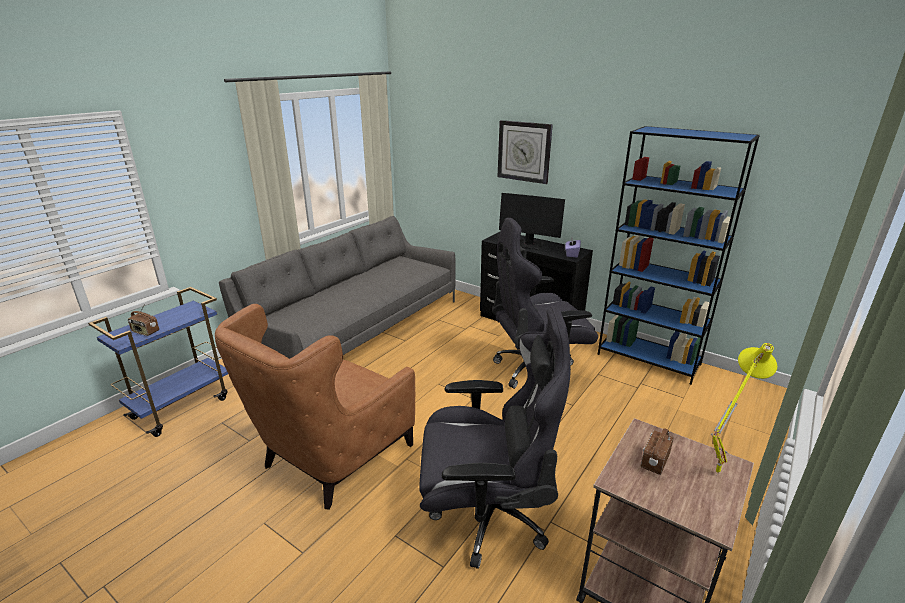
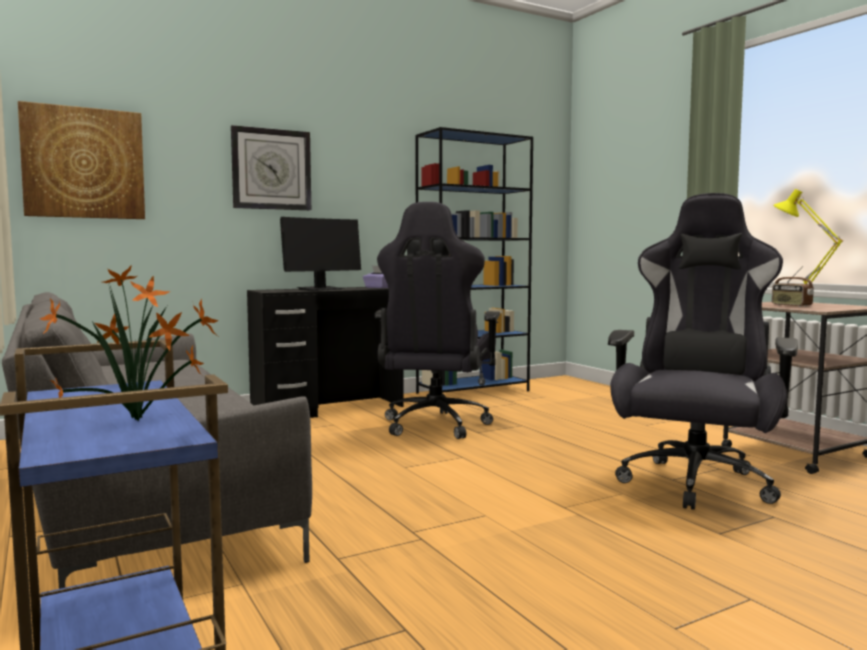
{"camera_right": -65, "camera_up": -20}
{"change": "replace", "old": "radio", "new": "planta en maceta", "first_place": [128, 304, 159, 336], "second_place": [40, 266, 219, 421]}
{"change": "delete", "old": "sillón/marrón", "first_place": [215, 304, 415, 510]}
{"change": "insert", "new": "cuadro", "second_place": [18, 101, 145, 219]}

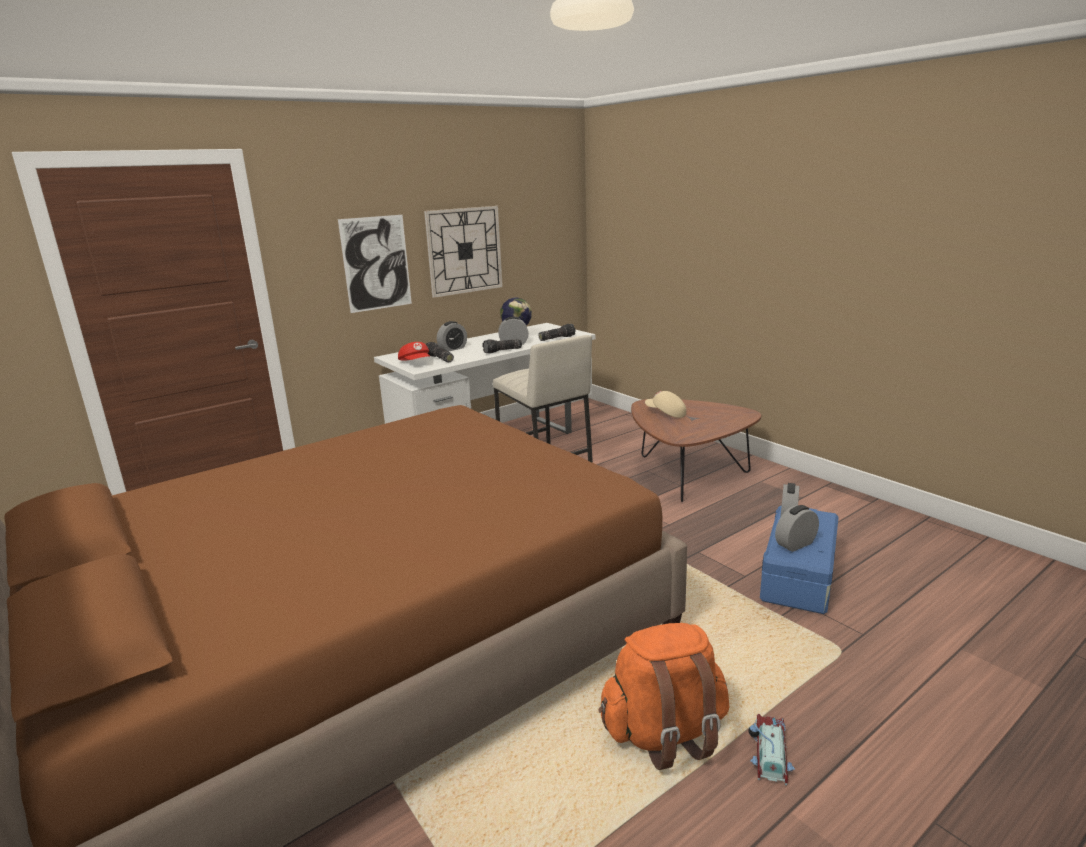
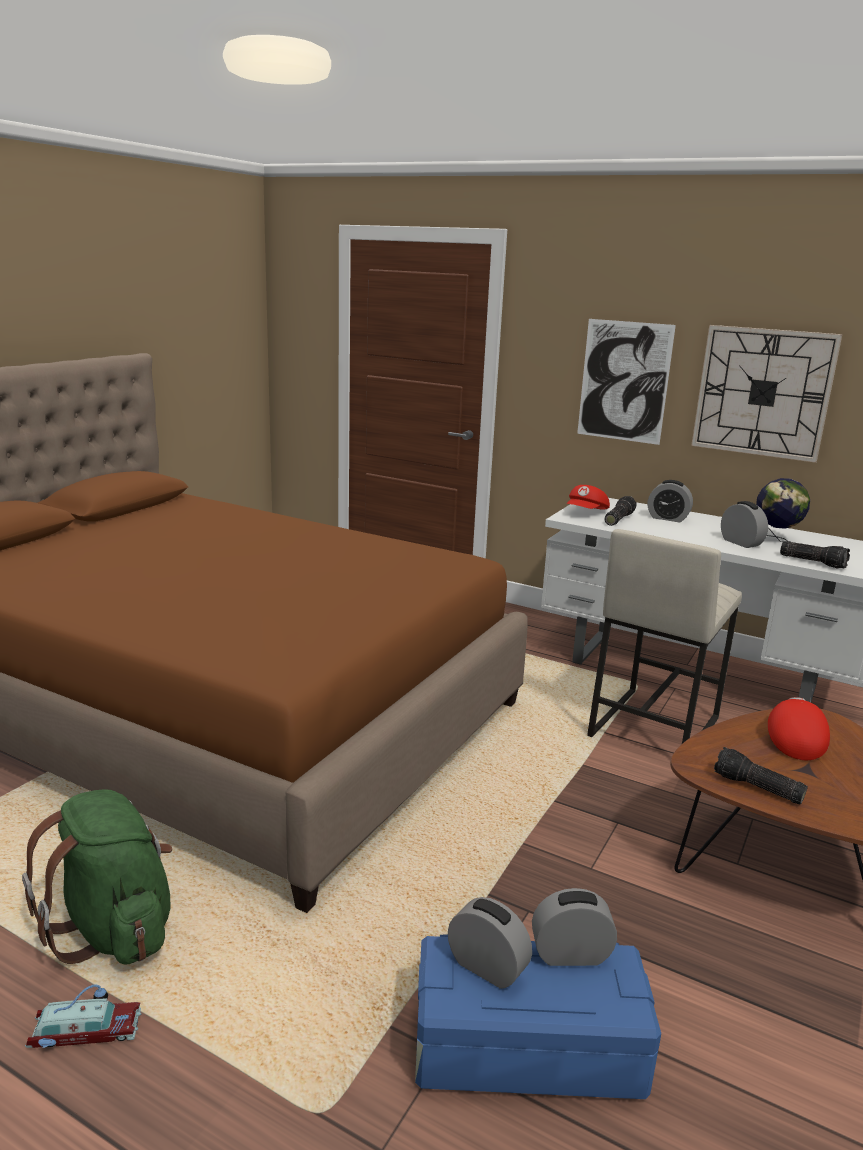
{"camera_right": 65, "camera_up": 0}
{"change": "move", "old": "linterna", "first_place": [482, 339, 522, 354], "second_place": [714, 747, 808, 805]}
{"change": "recolor", "old": "gorra/beis", "new": "gorra/rojo", "first_place": [645, 391, 686, 418], "second_place": [768, 697, 830, 760]}
{"change": "recolor", "old": "mochila/naranja", "new": "mochila/verde", "first_place": [598, 623, 730, 770], "second_place": [22, 789, 172, 964]}

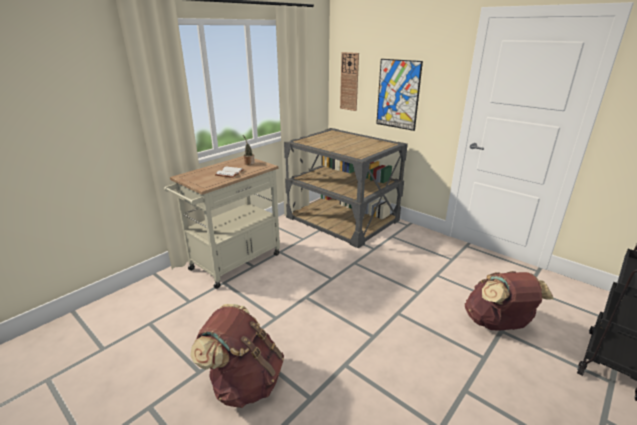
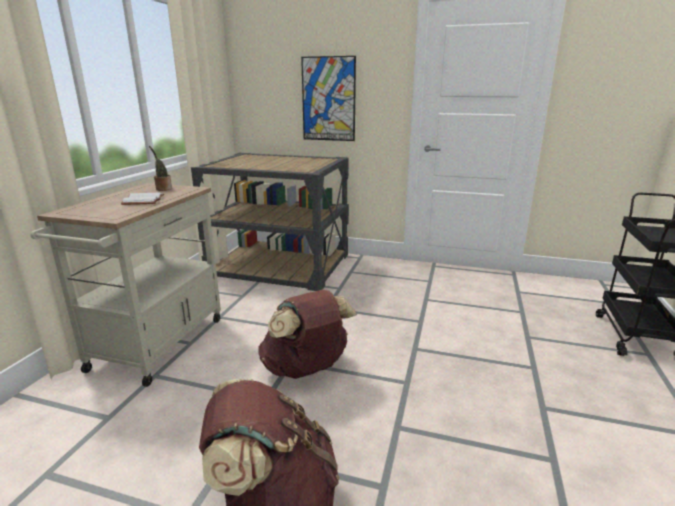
{"camera_right": -25, "camera_up": -5}
{"change": "delete", "old": "reloj de pared", "first_place": [340, 52, 359, 111]}
{"change": "move", "old": "mochila/marrón", "first_place": [465, 271, 554, 330], "second_place": [258, 290, 357, 379]}

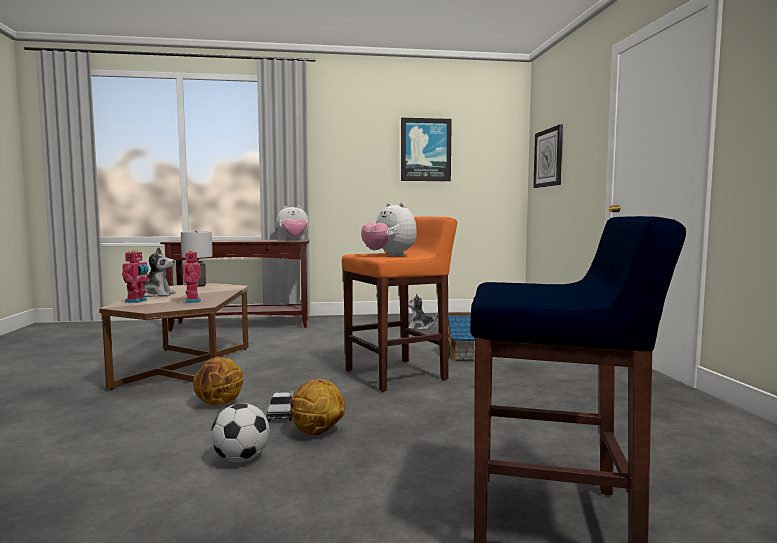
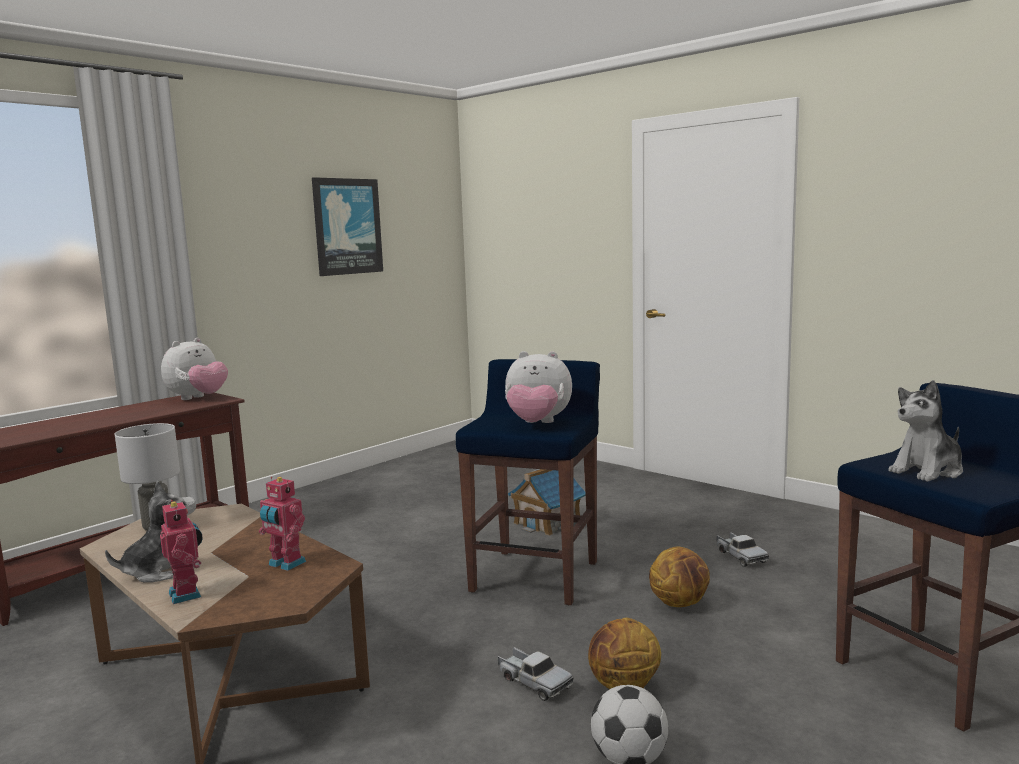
{"camera_right": -40, "camera_up": 5}
{"change": "delete", "old": "reloj de pared", "first_place": [533, 124, 563, 188]}
{"change": "recolor", "old": "taburete/naranja", "new": "taburete/azul", "first_place": [342, 217, 457, 392], "second_place": [456, 359, 600, 605]}
{"change": "move", "old": "peluche", "first_place": [408, 293, 438, 330], "second_place": [888, 380, 963, 482]}
{"change": "move", "old": "balón de baloncesto", "first_place": [193, 357, 244, 405], "second_place": [649, 546, 710, 607]}
{"change": "insert", "new": "camión de juguete", "second_place": [716, 532, 769, 567]}

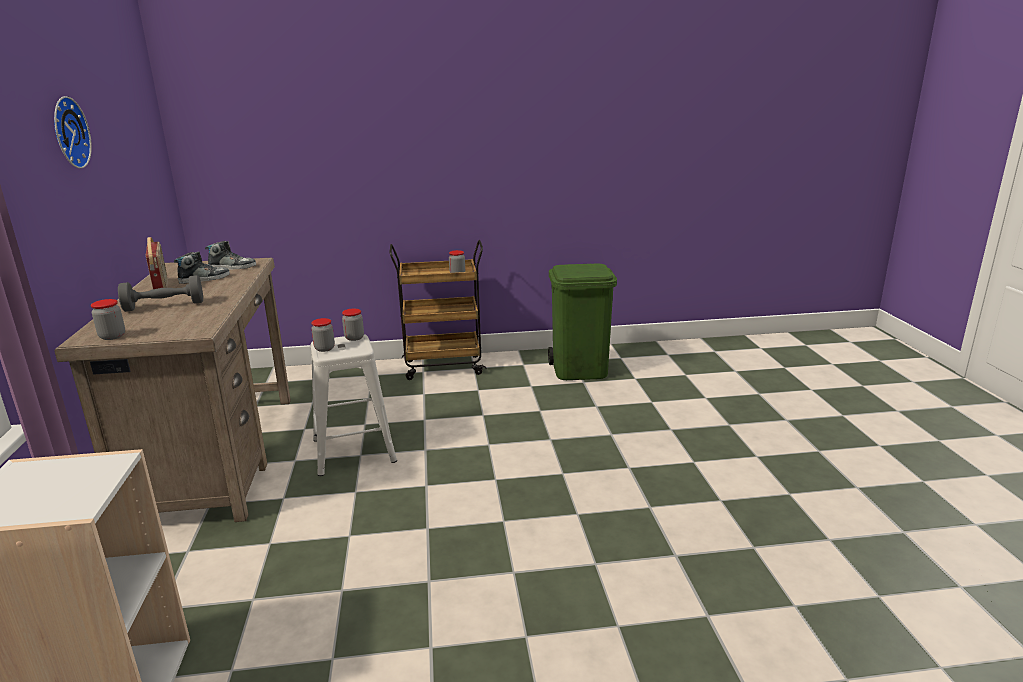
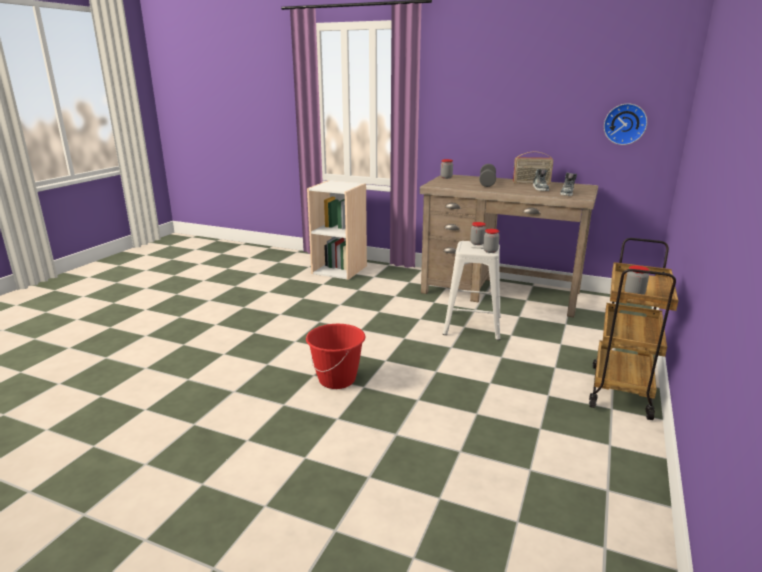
{"camera_right": 120, "camera_up": 0}
{"change": "move", "old": "reloj de pared", "first_place": [54, 96, 92, 168], "second_place": [604, 104, 647, 145]}
{"change": "delete", "old": "papelera/verde", "first_place": [548, 264, 617, 380]}
{"change": "insert", "new": "cubo/rojo", "second_place": [306, 324, 365, 389]}

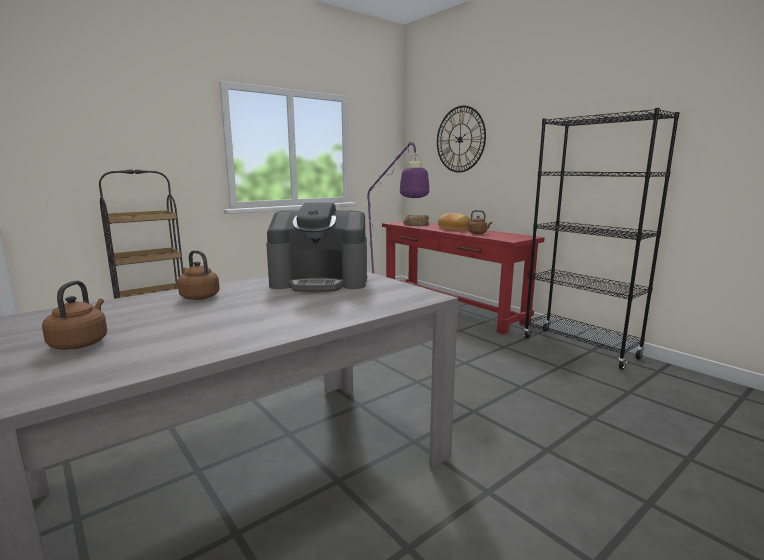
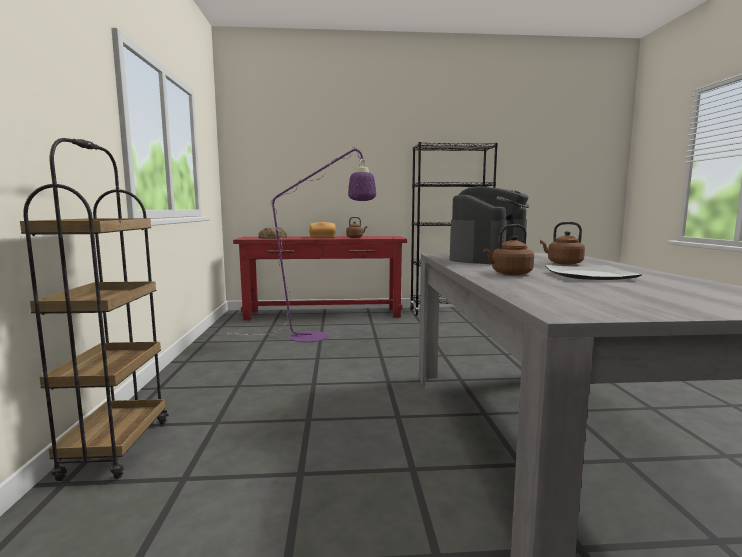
{"camera_right": -55, "camera_up": -5}
{"change": "delete", "old": "reloj de pared", "first_place": [437, 105, 486, 173]}
{"change": "move", "old": "hervidor/marrón", "first_place": [42, 280, 107, 350], "second_place": [540, 222, 585, 265]}
{"change": "insert", "new": "plato", "second_place": [545, 265, 642, 280]}

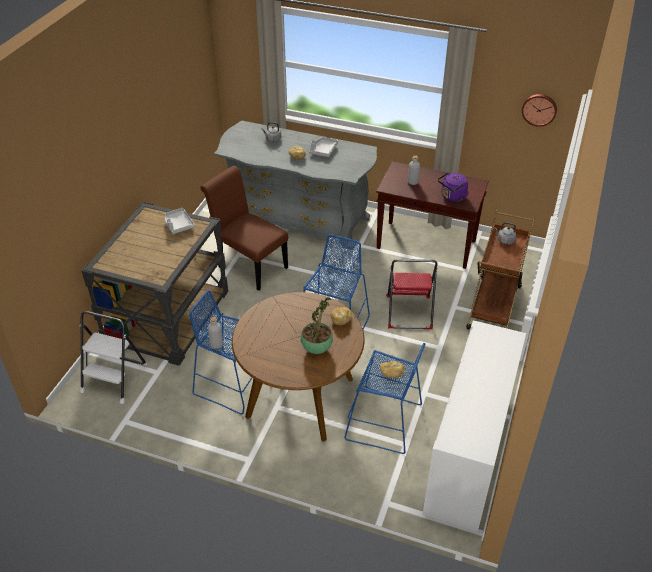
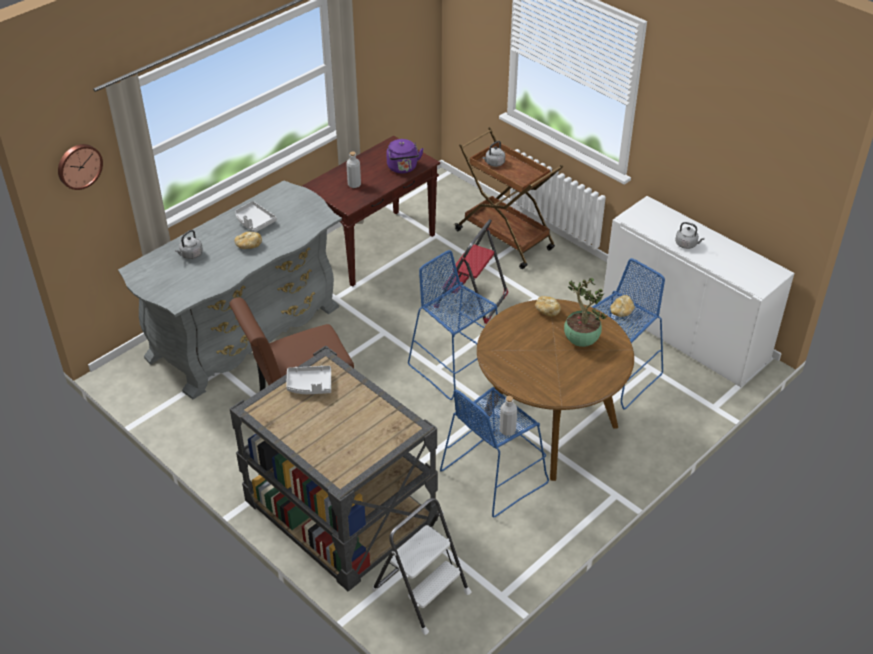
{"camera_right": -65, "camera_up": 0}
{"change": "move", "old": "reloj de pared", "first_place": [522, 94, 557, 127], "second_place": [58, 144, 103, 190]}
{"change": "insert", "new": "hervidor/gris", "second_place": [675, 222, 705, 249]}

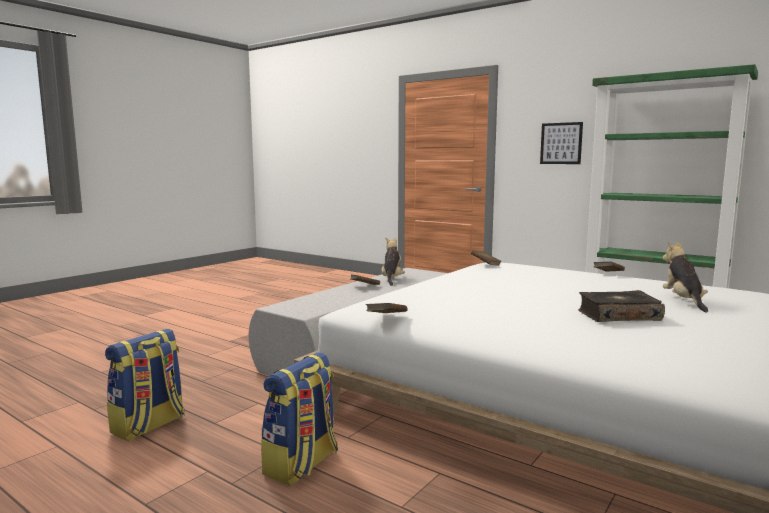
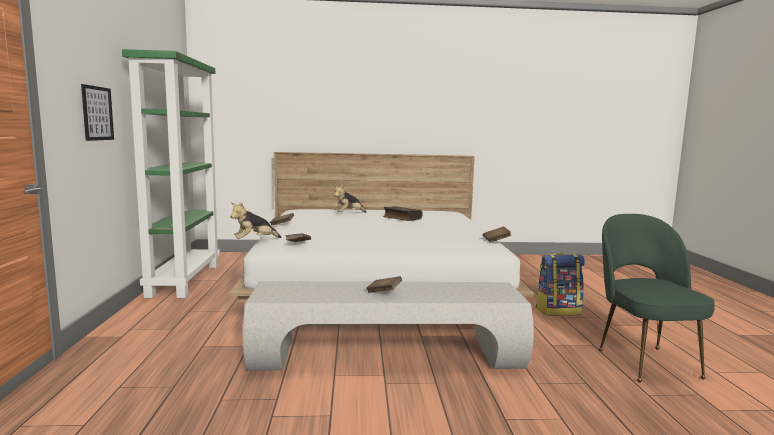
{"camera_right": -130, "camera_up": 0}
{"change": "move", "old": "peluche", "first_place": [381, 237, 405, 286], "second_place": [230, 202, 281, 239]}
{"change": "replace", "old": "mochila", "new": "silla/verde", "first_place": [105, 329, 184, 441], "second_place": [599, 214, 715, 382]}

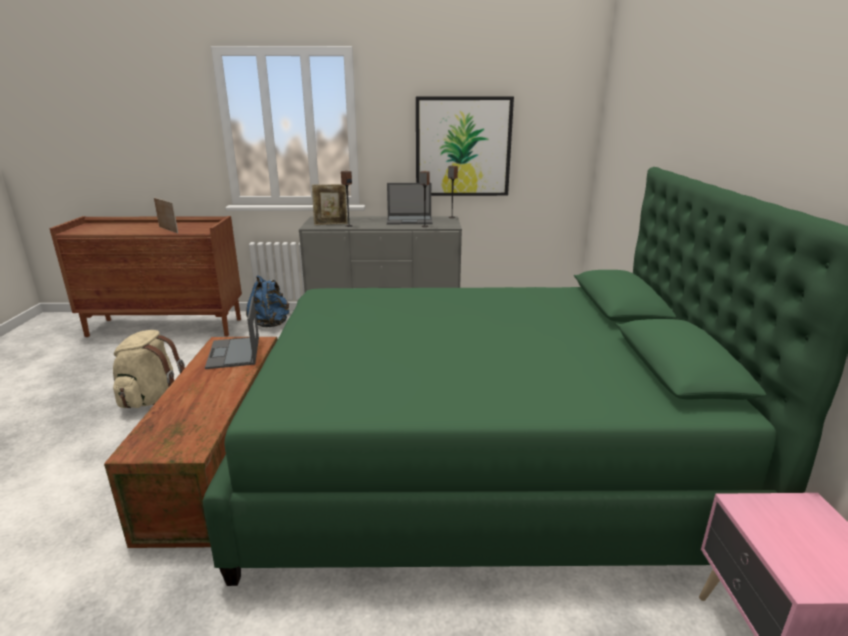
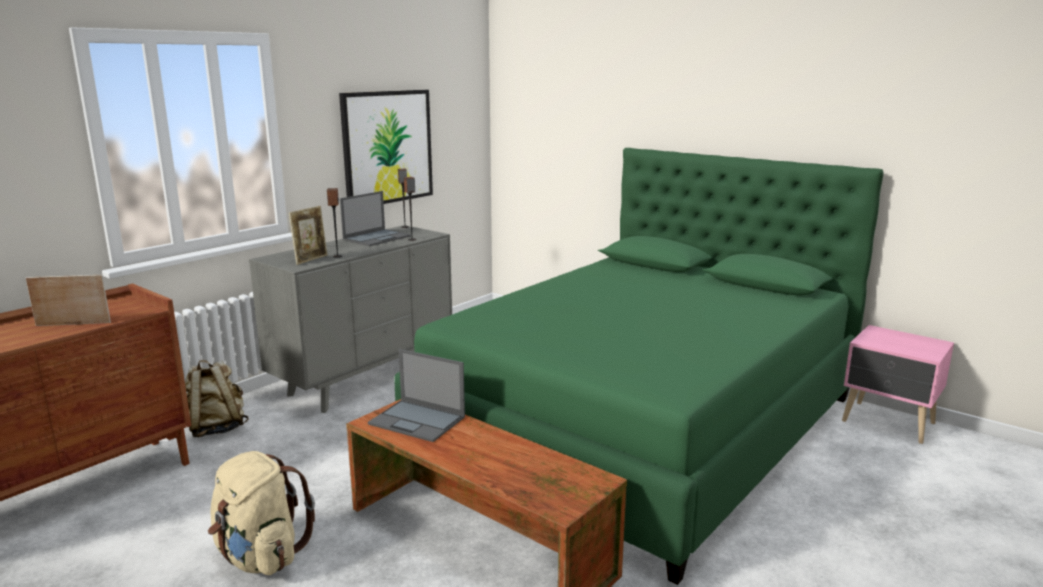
{"camera_right": -50, "camera_up": -5}
{"change": "recolor", "old": "mochila/azul", "new": "mochila/beis", "first_place": [246, 276, 289, 327], "second_place": [185, 360, 249, 437]}

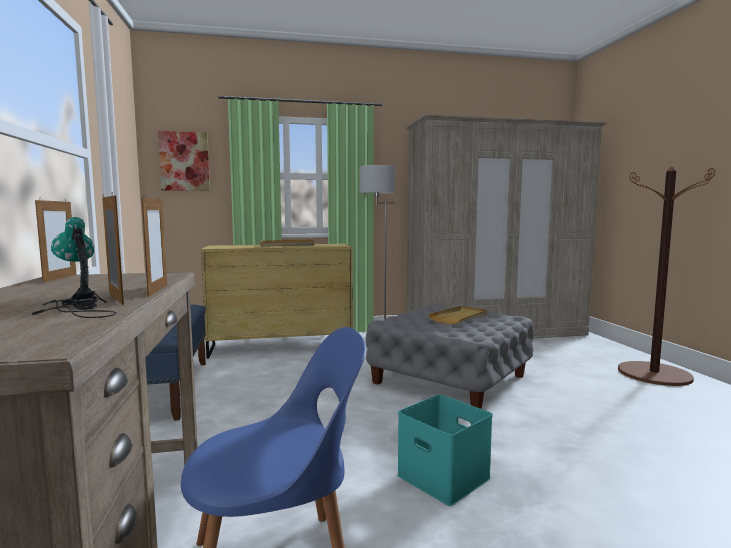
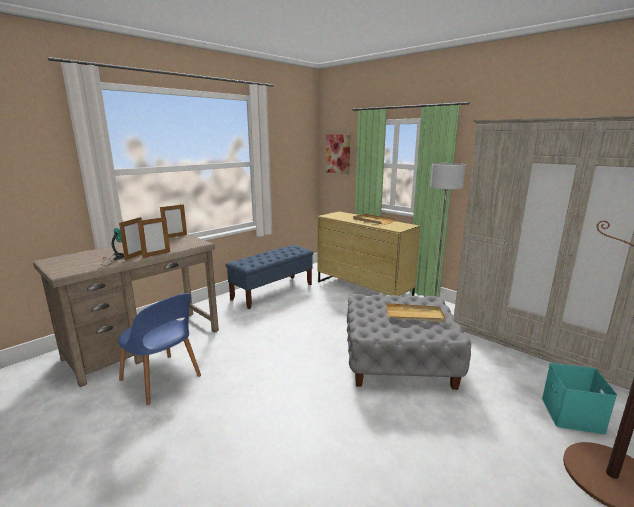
{"camera_right": 55, "camera_up": 10}
{"change": "move", "old": "caja de almacenaje/turquesa", "first_place": [397, 394, 493, 506], "second_place": [542, 363, 617, 434]}

